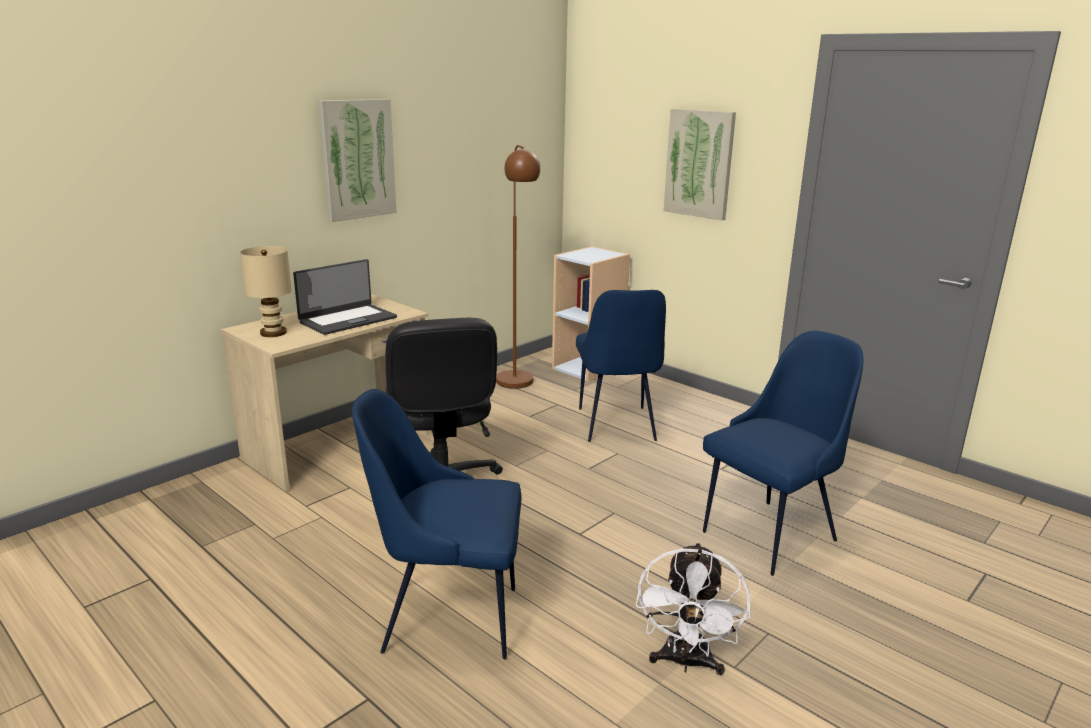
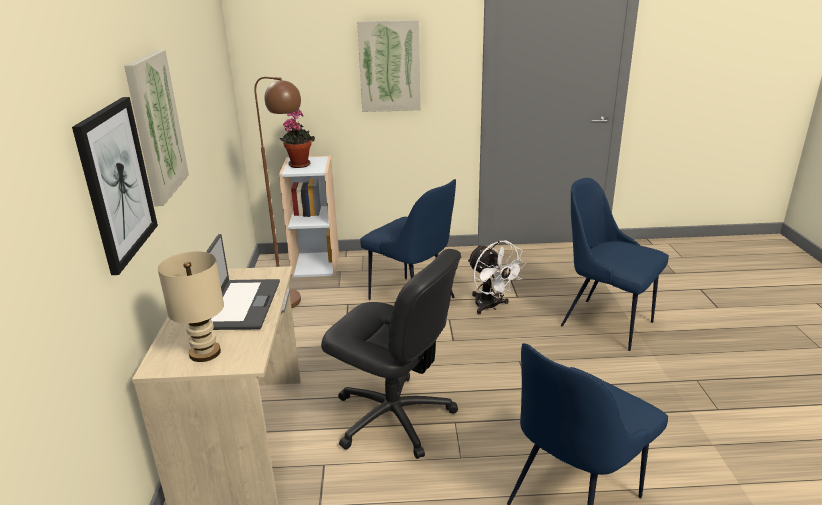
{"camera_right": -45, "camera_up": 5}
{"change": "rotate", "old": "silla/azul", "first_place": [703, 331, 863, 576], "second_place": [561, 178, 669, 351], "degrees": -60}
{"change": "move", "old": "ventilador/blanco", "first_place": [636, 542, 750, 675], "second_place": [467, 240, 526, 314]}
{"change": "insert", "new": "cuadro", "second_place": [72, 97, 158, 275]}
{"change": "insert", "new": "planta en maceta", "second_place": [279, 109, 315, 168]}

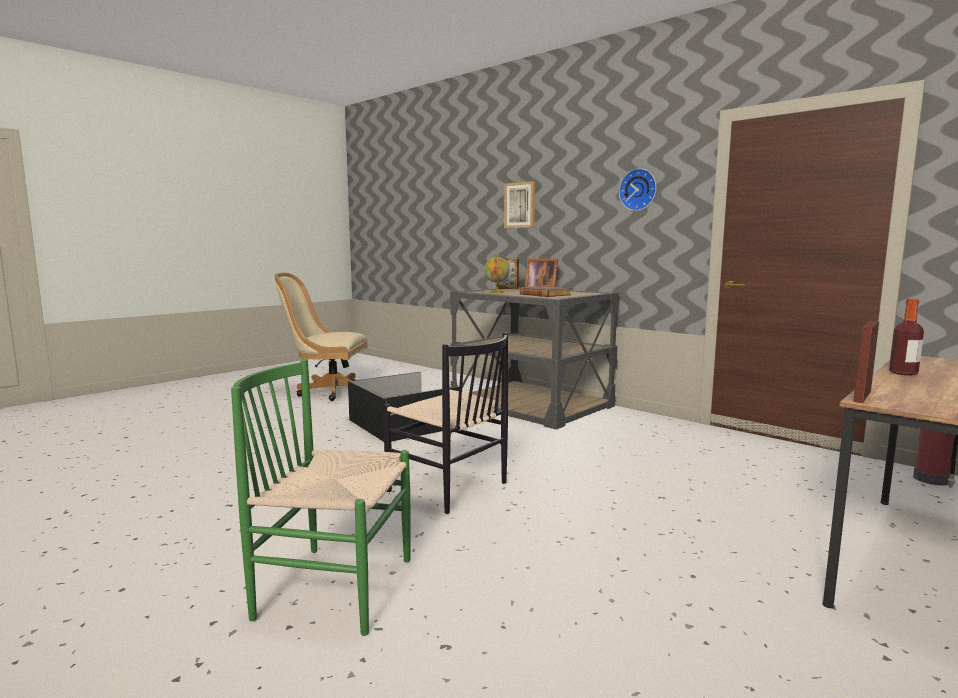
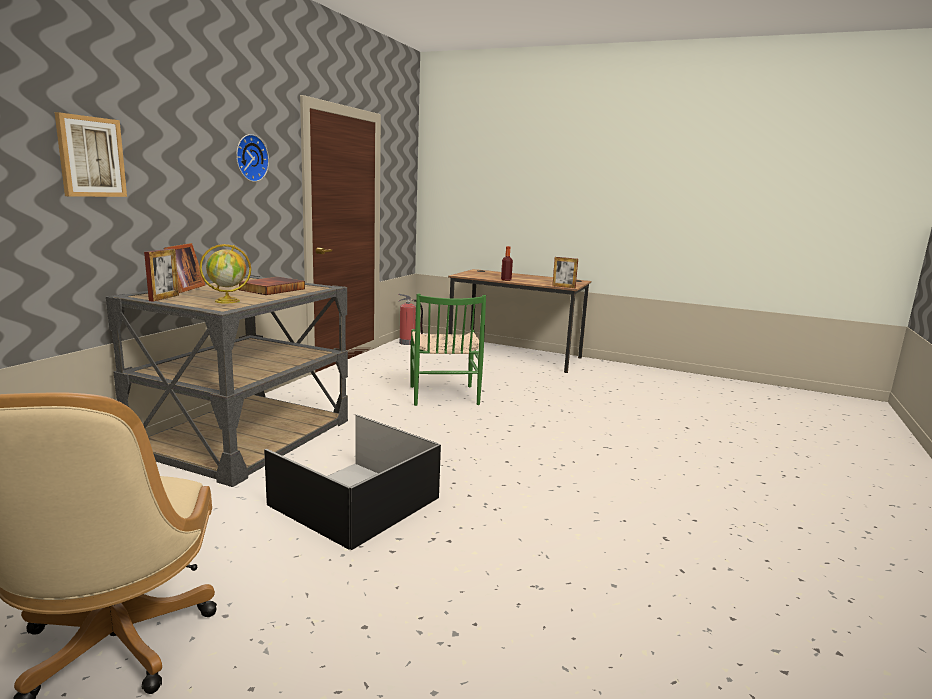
{"camera_right": -110, "camera_up": 5}
{"change": "delete", "old": "silla/negro", "first_place": [383, 333, 508, 514]}
{"change": "move", "old": "silla/verde", "first_place": [231, 359, 411, 636], "second_place": [410, 294, 486, 406]}

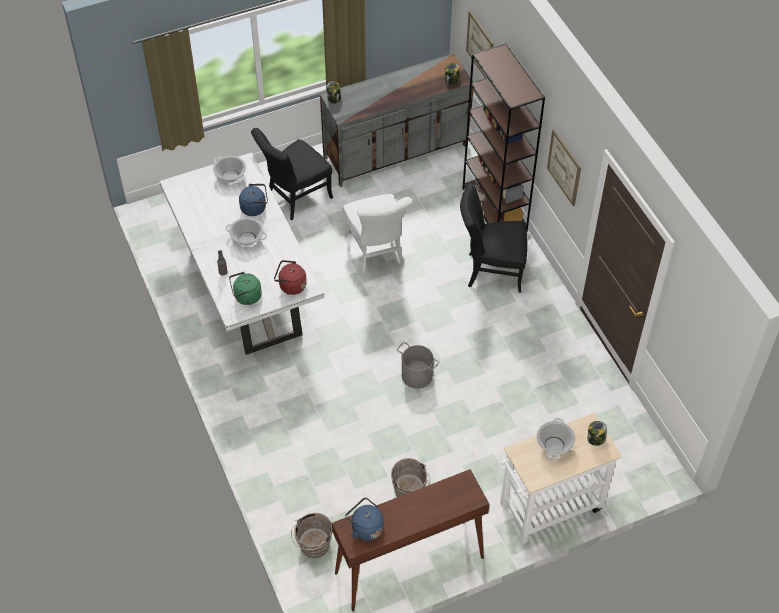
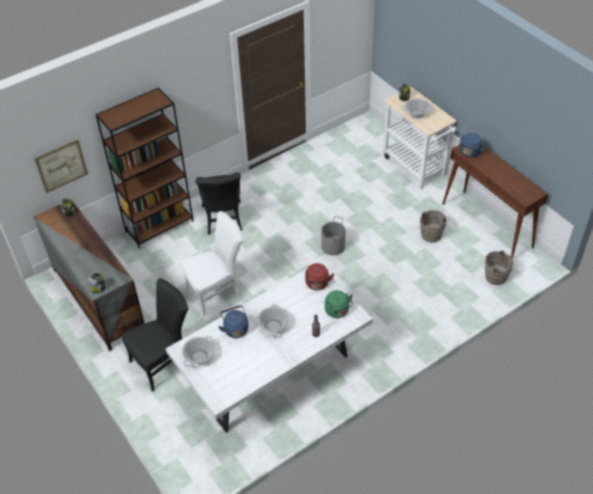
{"camera_right": -100, "camera_up": -5}
{"change": "rotate", "old": "silla/negro", "first_place": [251, 128, 333, 220], "second_place": [122, 278, 188, 392], "degrees": -75}
{"change": "delete", "old": "cuadro", "first_place": [547, 129, 581, 206]}
{"change": "move", "old": "hervidor/azul", "first_place": [345, 497, 384, 541], "second_place": [459, 133, 486, 157]}

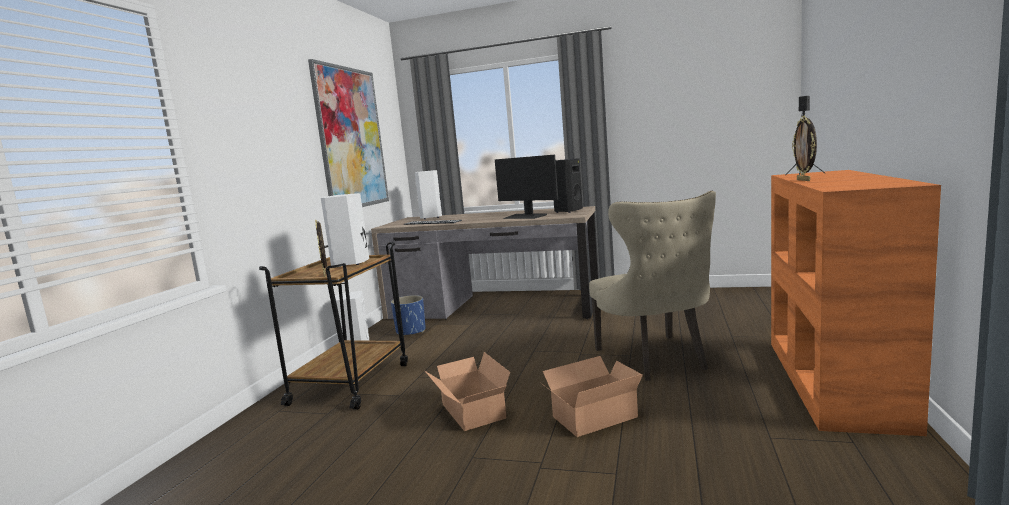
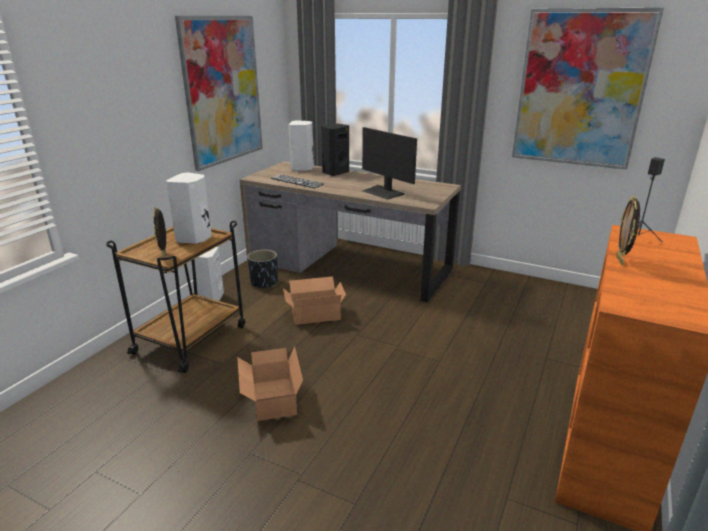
{"camera_right": 10, "camera_up": 15}
{"change": "move", "old": "altavoz/negro", "first_place": [554, 158, 583, 213], "second_place": [321, 124, 349, 176]}
{"change": "delete", "old": "silla/beis", "first_place": [589, 190, 716, 381]}
{"change": "recolor", "old": "maceta/azul", "new": "maceta/negro", "first_place": [391, 295, 426, 336], "second_place": [247, 250, 278, 288]}
{"change": "move", "old": "caja de cartón", "first_place": [541, 356, 643, 437], "second_place": [283, 276, 346, 325]}
{"change": "insert", "new": "cuadro", "second_place": [512, 8, 664, 170]}

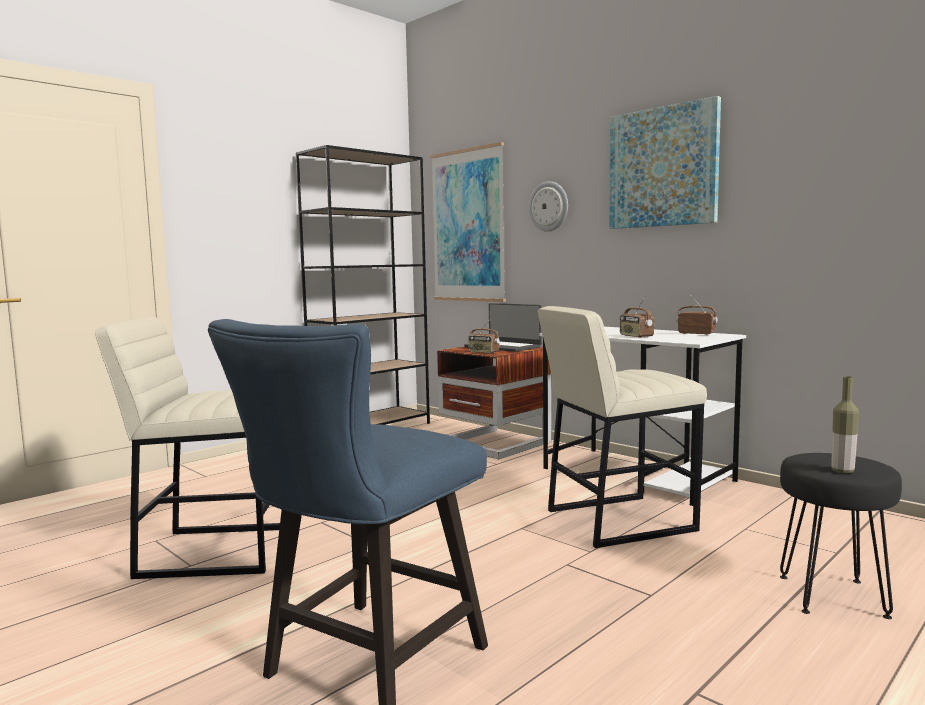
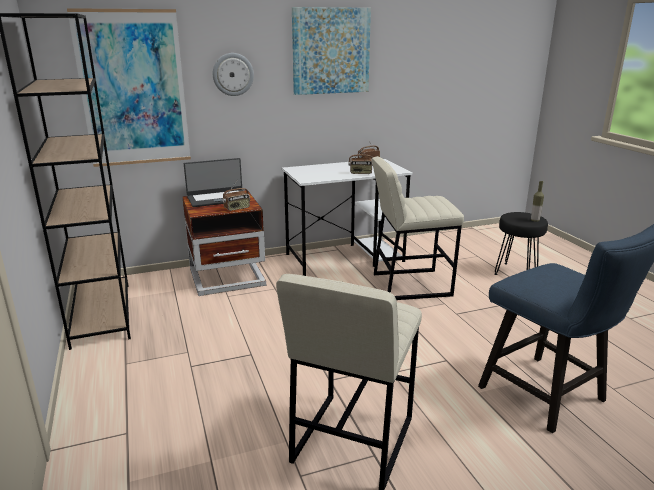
{"camera_right": -65, "camera_up": 15}
{"change": "rotate", "old": "silla/beis", "first_place": [538, 306, 707, 548], "second_place": [372, 156, 464, 300], "degrees": 75}

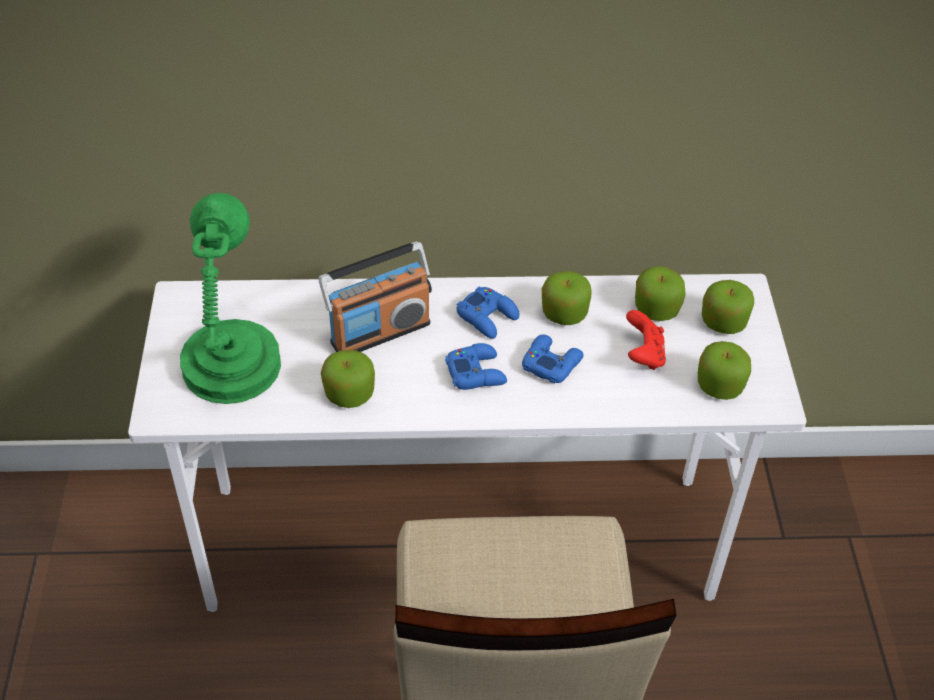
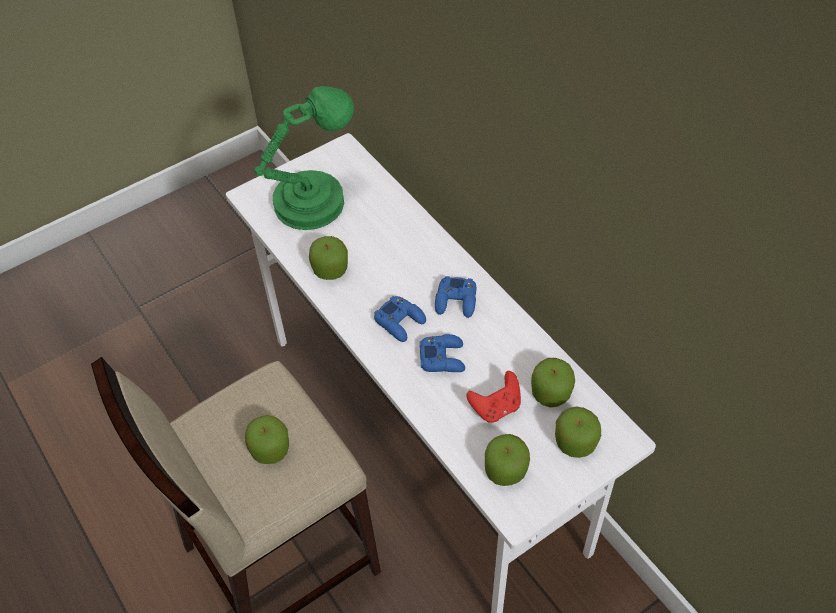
{"camera_right": 60, "camera_up": 5}
{"change": "delete", "old": "radio", "first_place": [318, 241, 432, 352]}
{"change": "move", "old": "manzana", "first_place": [542, 271, 591, 325], "second_place": [245, 415, 289, 464]}

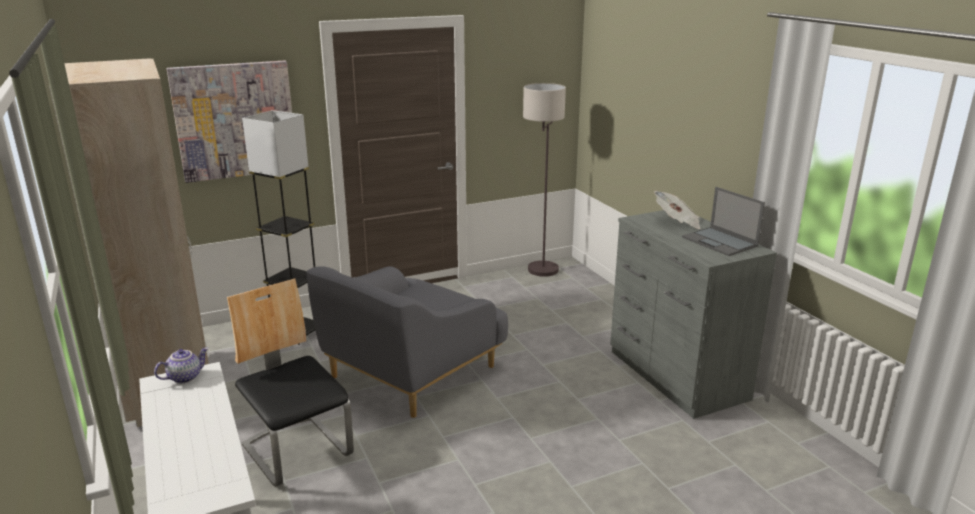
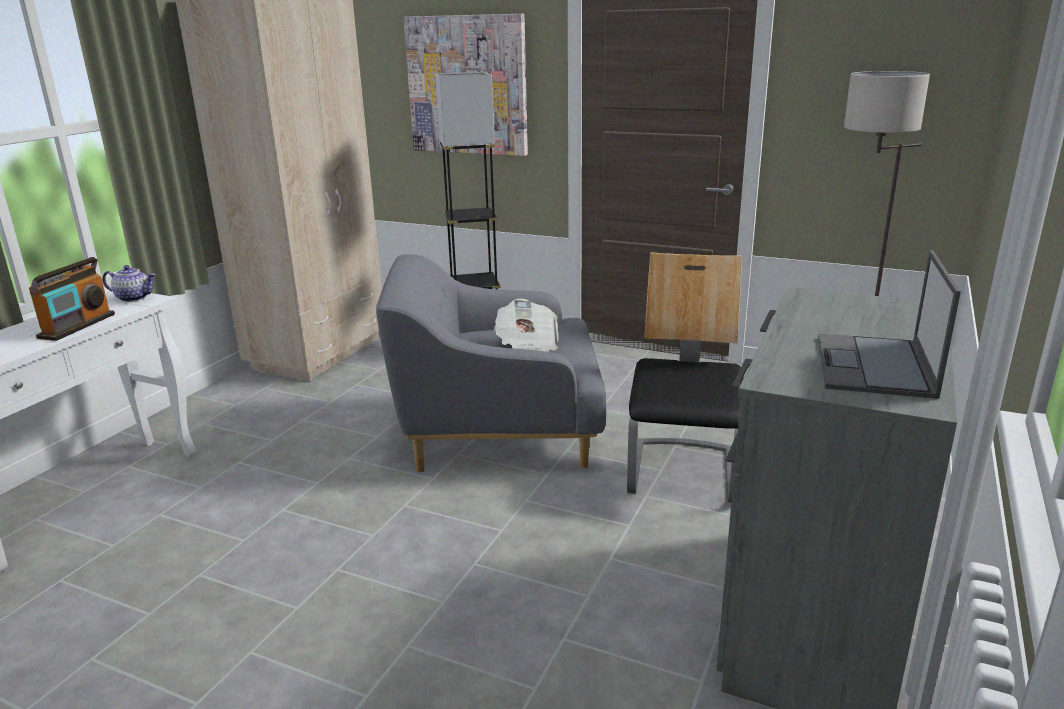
{"camera_right": 50, "camera_up": 0}
{"change": "move", "old": "periódico", "first_place": [654, 191, 700, 229], "second_place": [494, 299, 559, 352]}
{"change": "move", "old": "silla", "first_place": [227, 278, 354, 487], "second_place": [627, 252, 744, 503]}
{"change": "insert", "new": "radio", "second_place": [29, 257, 115, 341]}

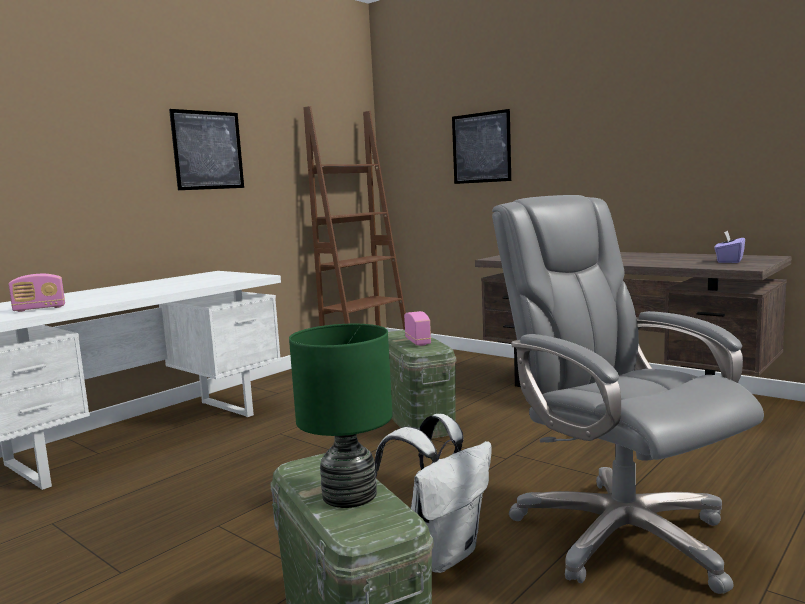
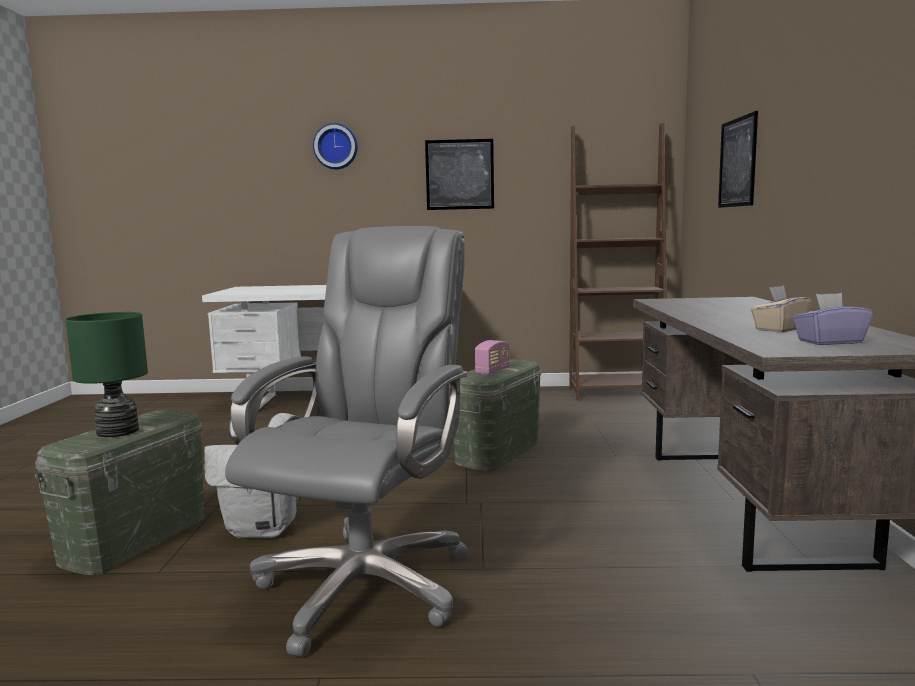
{"camera_right": 50, "camera_up": 0}
{"change": "delete", "old": "radio", "first_place": [8, 274, 65, 312]}
{"change": "insert", "new": "reloj de pared", "second_place": [313, 123, 358, 169]}
{"change": "insert", "new": "caja de pañuelos/beis", "second_place": [751, 285, 812, 333]}

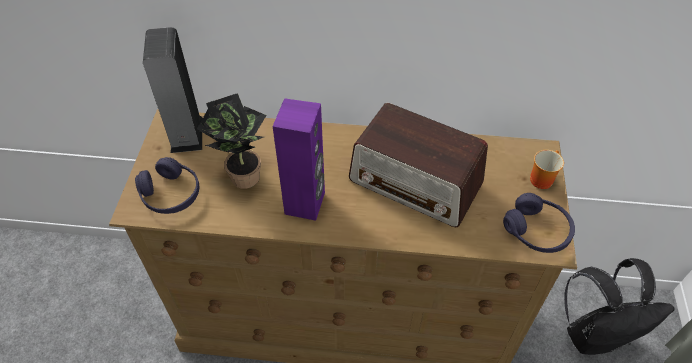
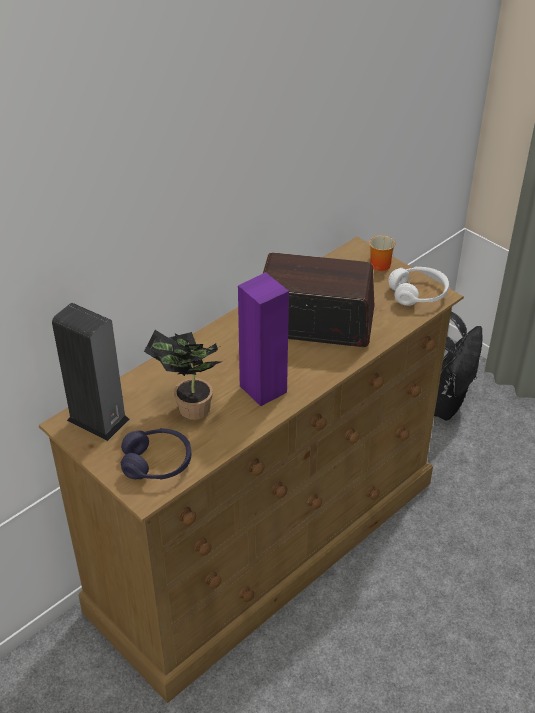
{"camera_right": -50, "camera_up": -10}
{"change": "rotate", "old": "radio", "first_place": [349, 103, 488, 228], "second_place": [262, 252, 374, 347], "degrees": -150}
{"change": "recolor", "old": "auriculares/morado", "new": "auriculares/blanco", "first_place": [503, 193, 575, 253], "second_place": [388, 267, 449, 306]}

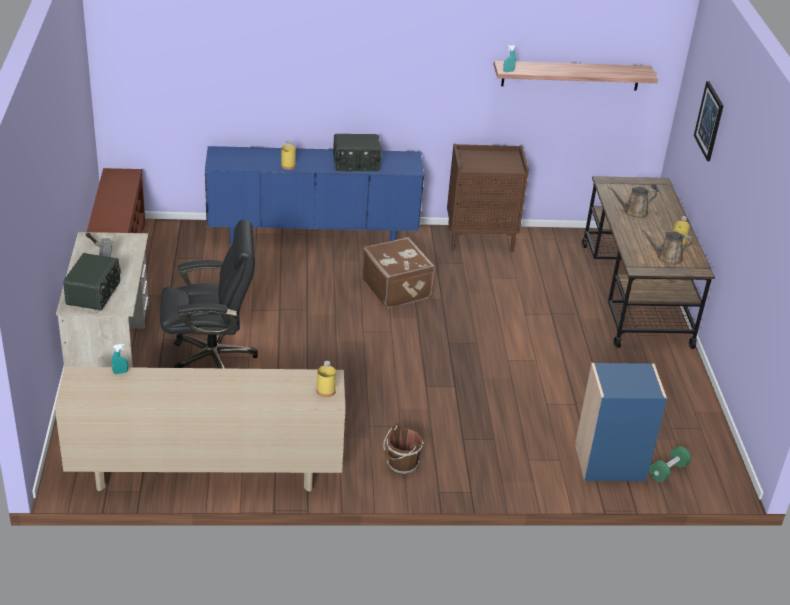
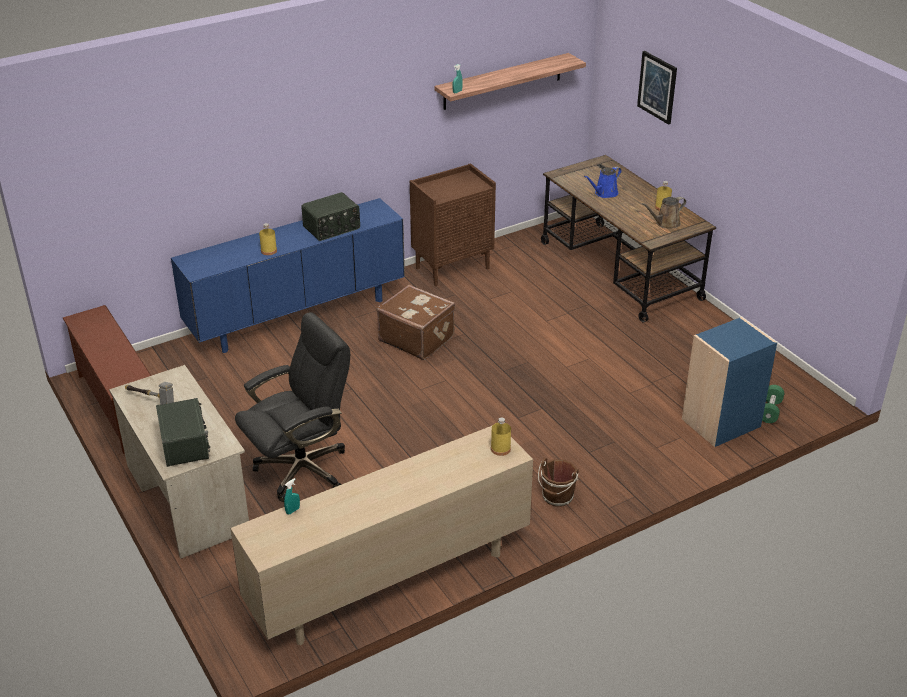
{"camera_right": -25, "camera_up": 0}
{"change": "recolor", "old": "regadera/marrón", "new": "regadera/azul", "first_place": [609, 187, 657, 218], "second_place": [584, 166, 622, 198]}

